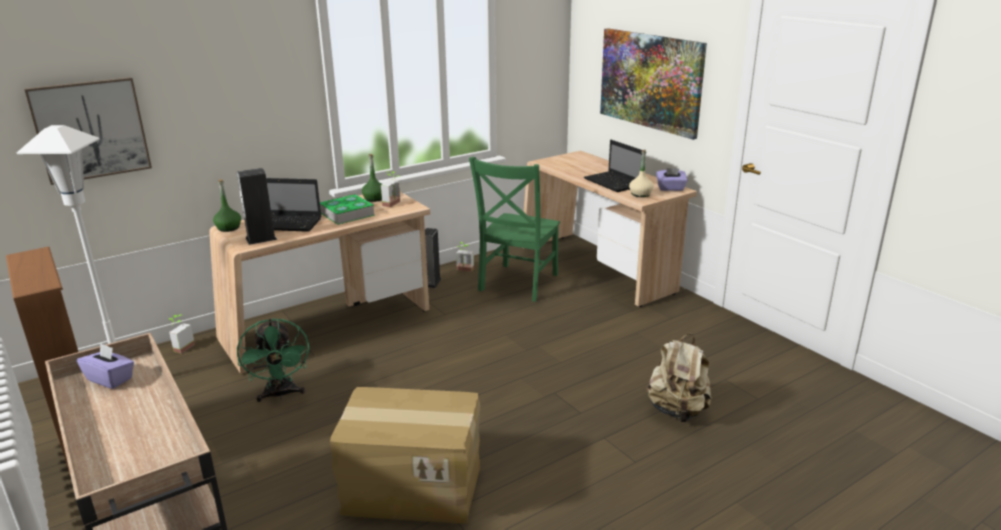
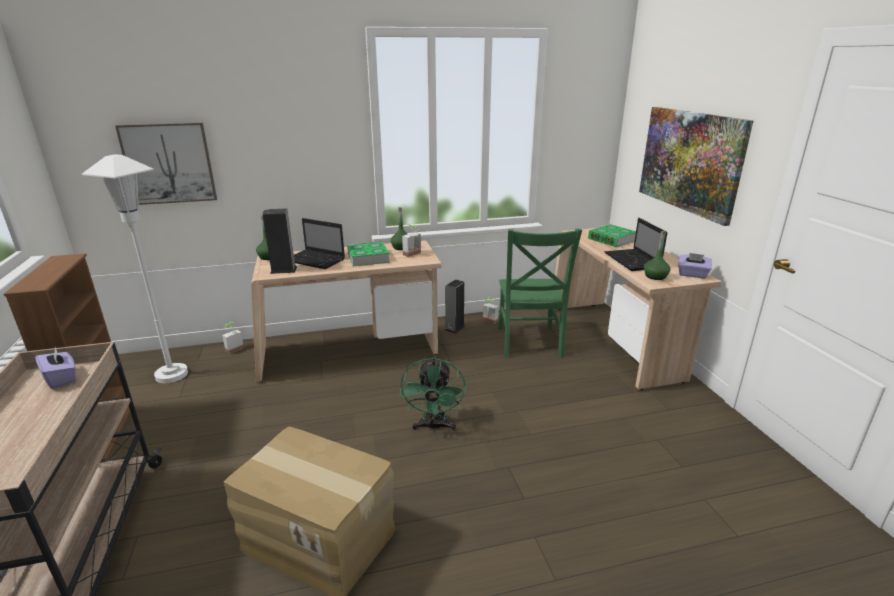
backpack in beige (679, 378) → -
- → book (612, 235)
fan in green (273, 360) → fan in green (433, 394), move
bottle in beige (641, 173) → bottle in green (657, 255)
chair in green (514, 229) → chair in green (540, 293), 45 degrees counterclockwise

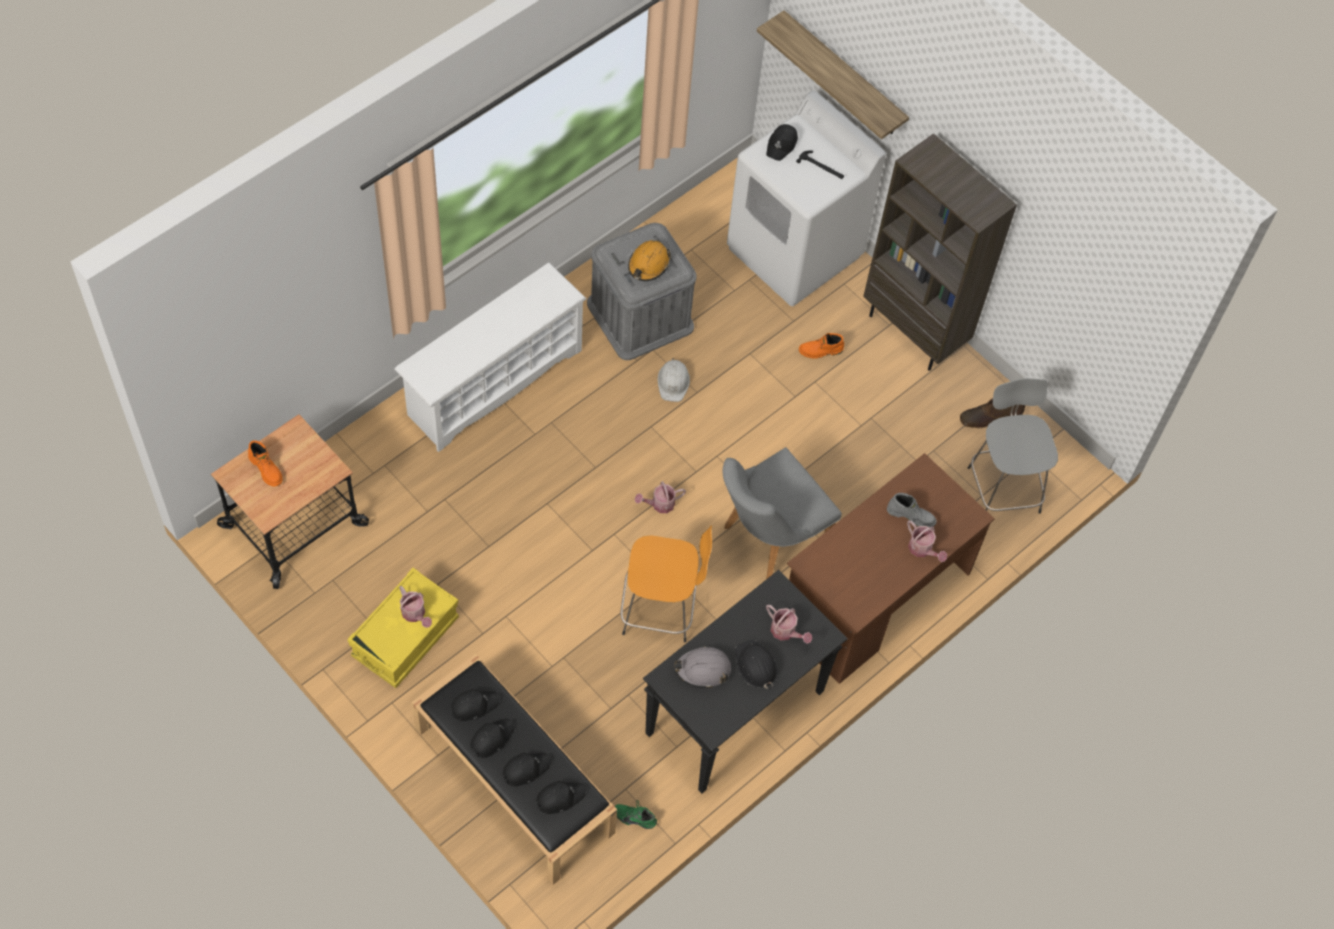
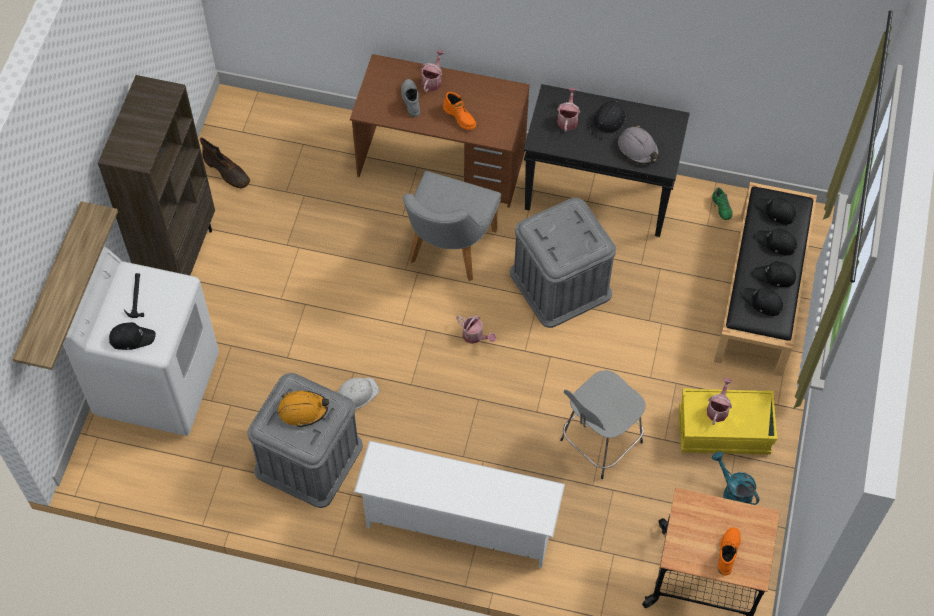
- → watering can in turquoise (735, 478)
boot in orange (821, 346) → boot in orange (459, 111), move
stool in grey (1013, 446) → stool in grey (603, 424), move
stool in orange (666, 584) → storage box in grey (563, 263)
chair in grey (782, 513) → chair in grey (452, 226), 90 degrees clockwise

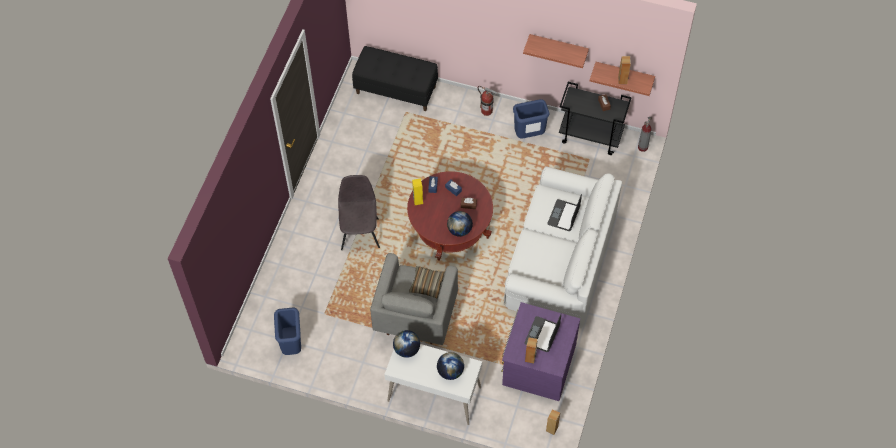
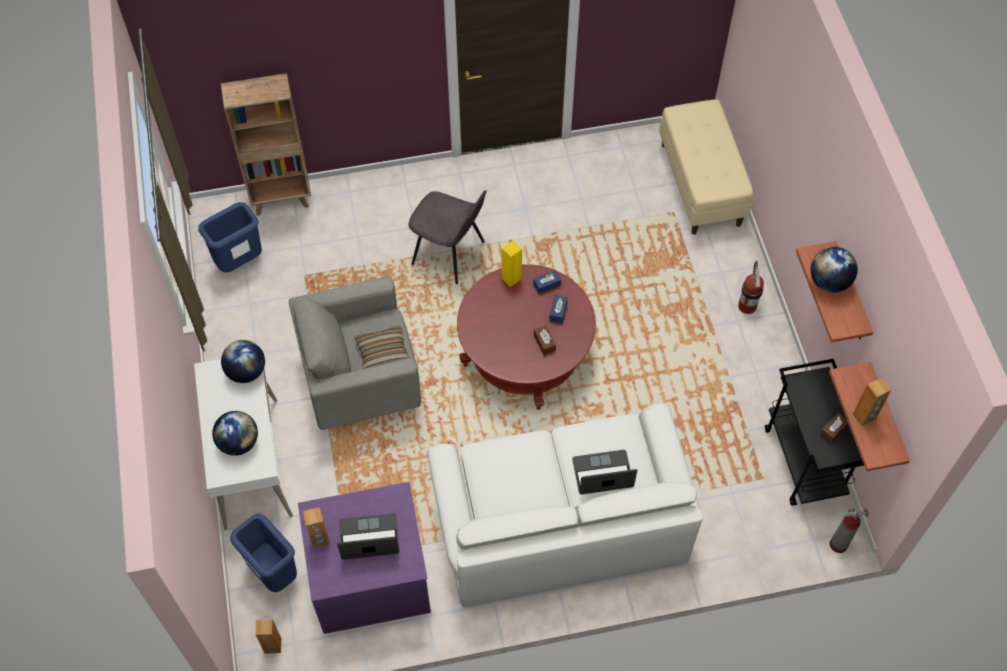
- → bookcase in brown (266, 144)
globe (460, 224) → globe (834, 270), move
trash can in blue (531, 119) → trash can in blue (263, 553), move
bench in black (395, 78) → bench in beige (706, 167)
chair in grey (359, 212) → chair in grey (447, 237), 60 degrees clockwise

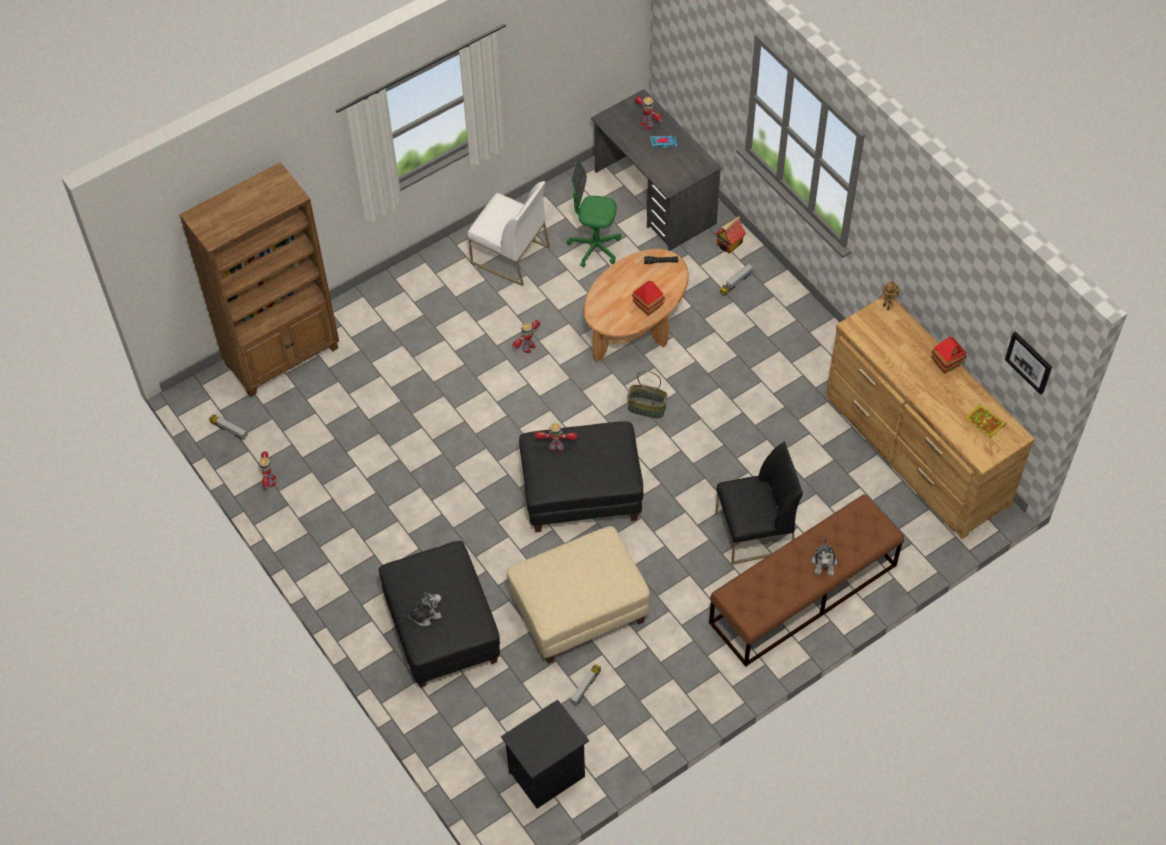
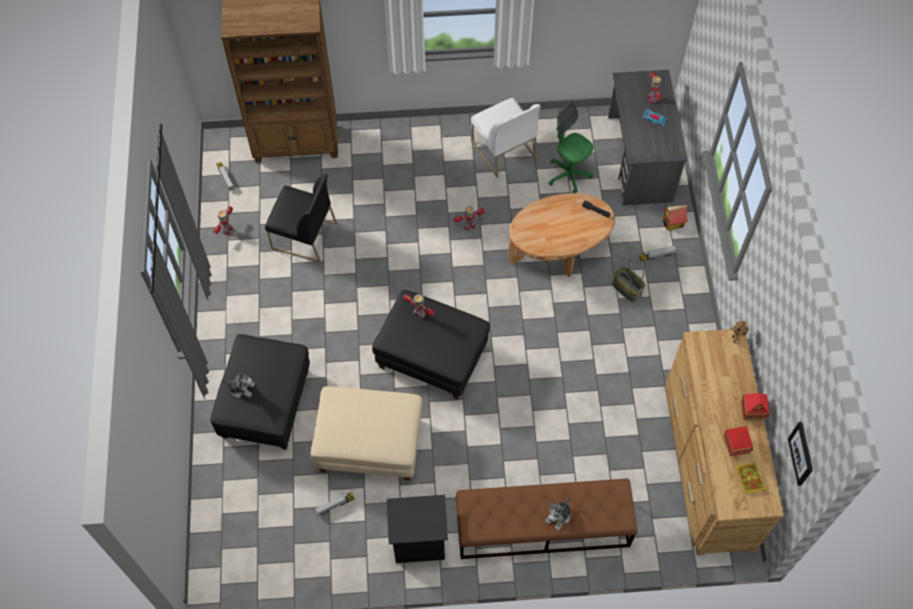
nightstand in black (545, 754) → nightstand in black (417, 529), move
basket (647, 394) → basket (628, 280), move
toy house (648, 298) → toy house (738, 441), move
chair in black (759, 503) → chair in black (301, 218), move

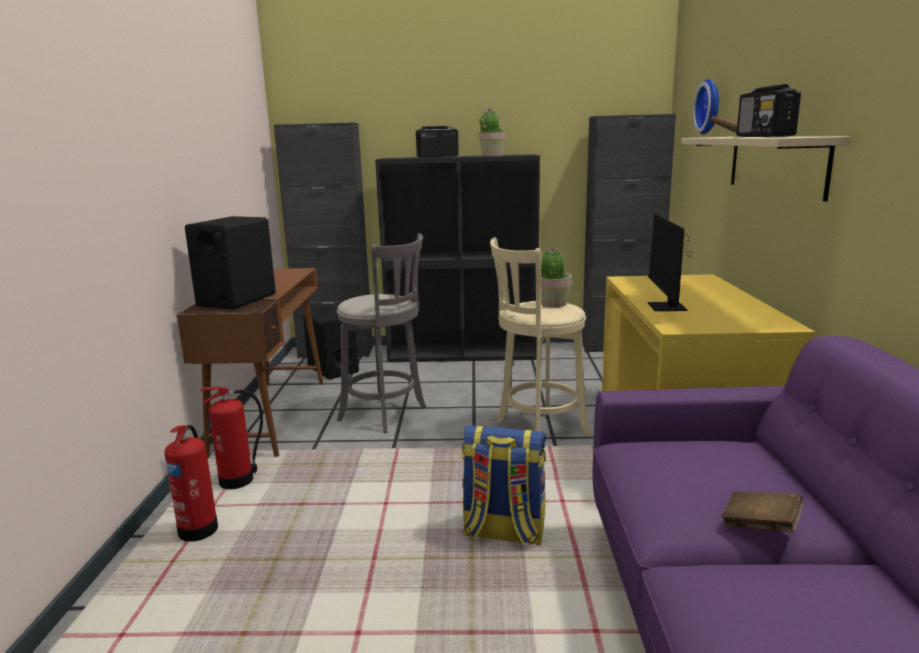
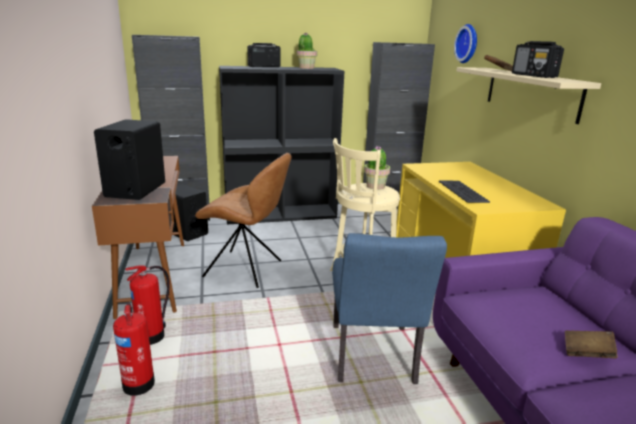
stool in grey (381, 333) → chair in brown (243, 220)
backpack (504, 485) → chair in blue (389, 308)
monitor (669, 262) → keyboard (464, 191)

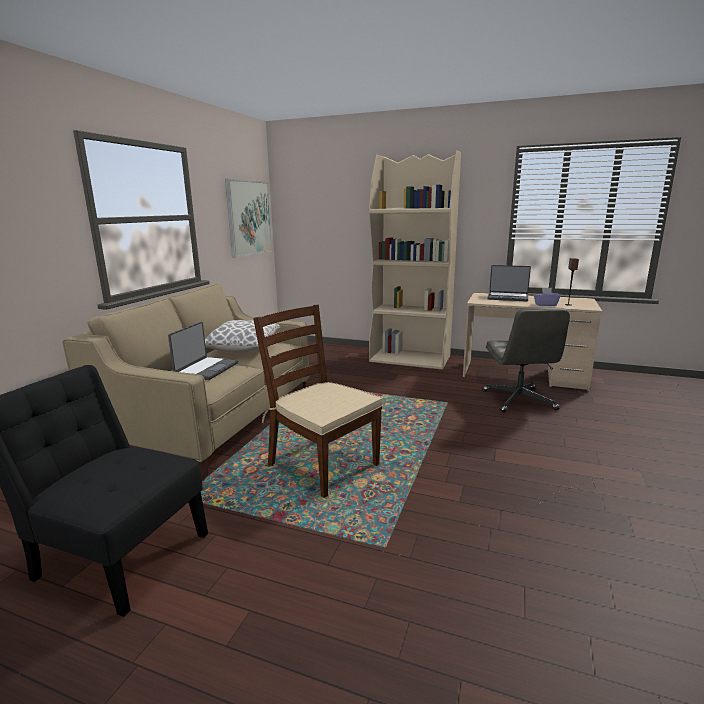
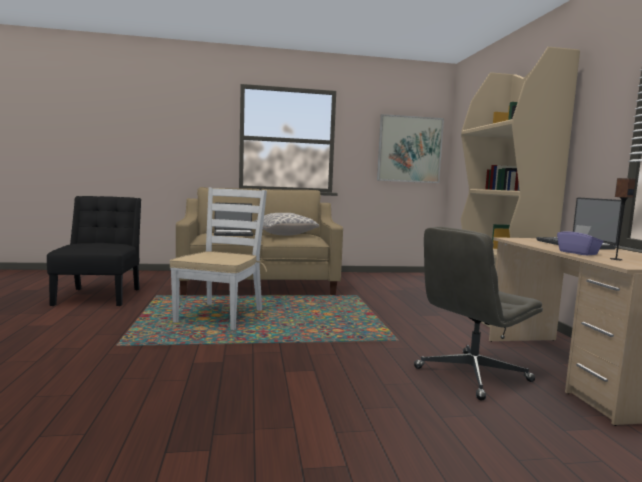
chair in brown (318, 401) → chair in white (218, 259)

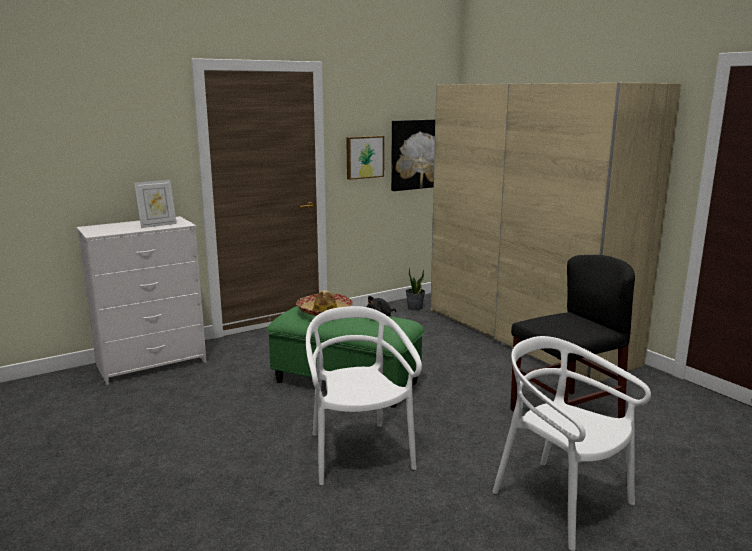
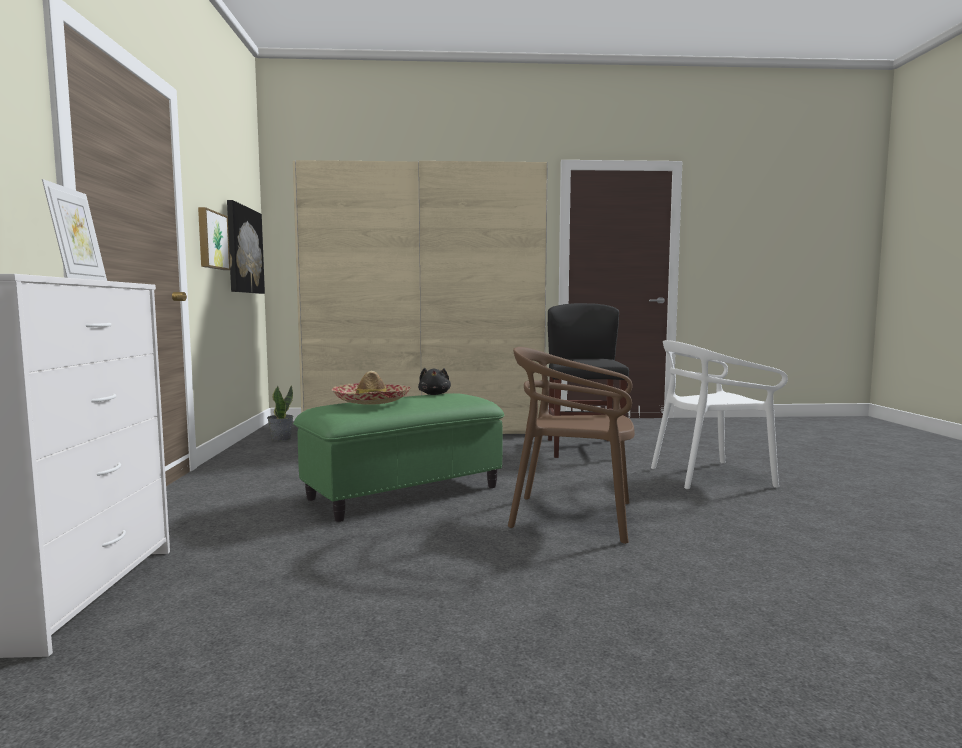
chair in white (364, 395) → chair in brown (571, 445)

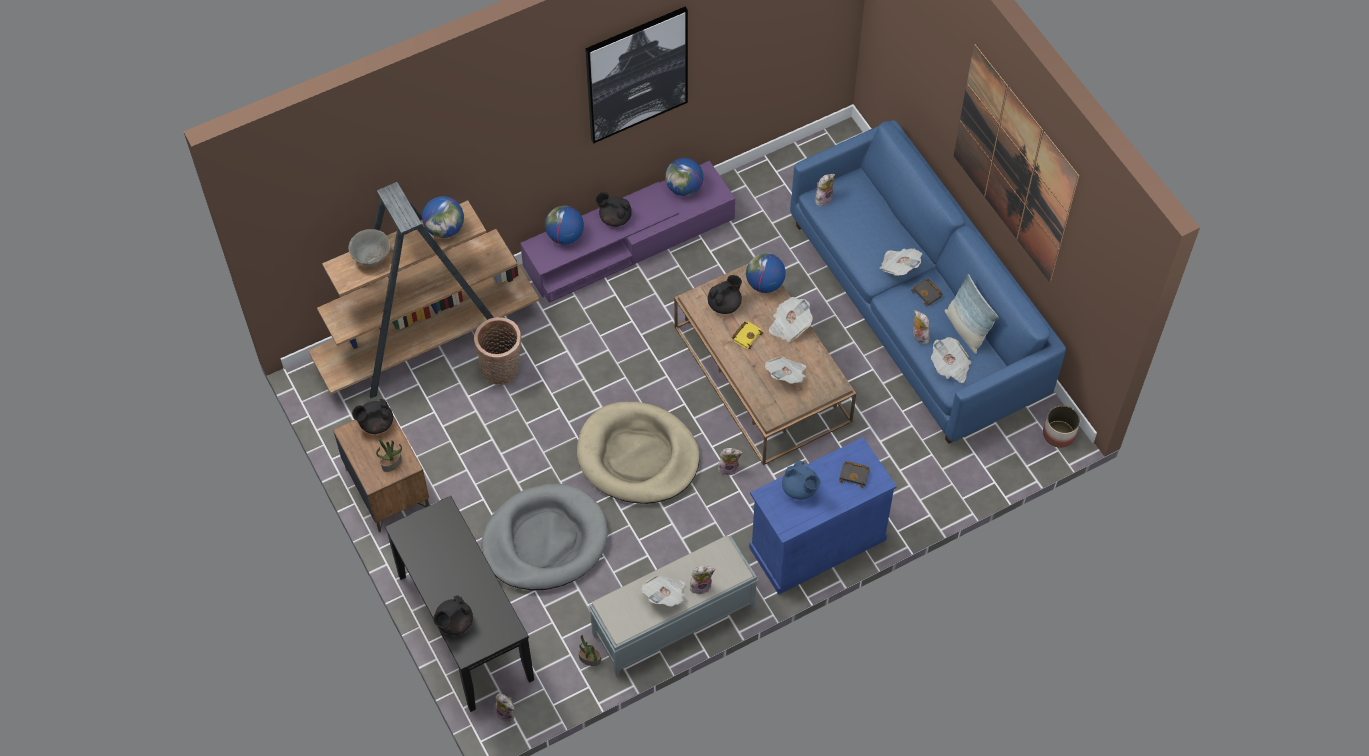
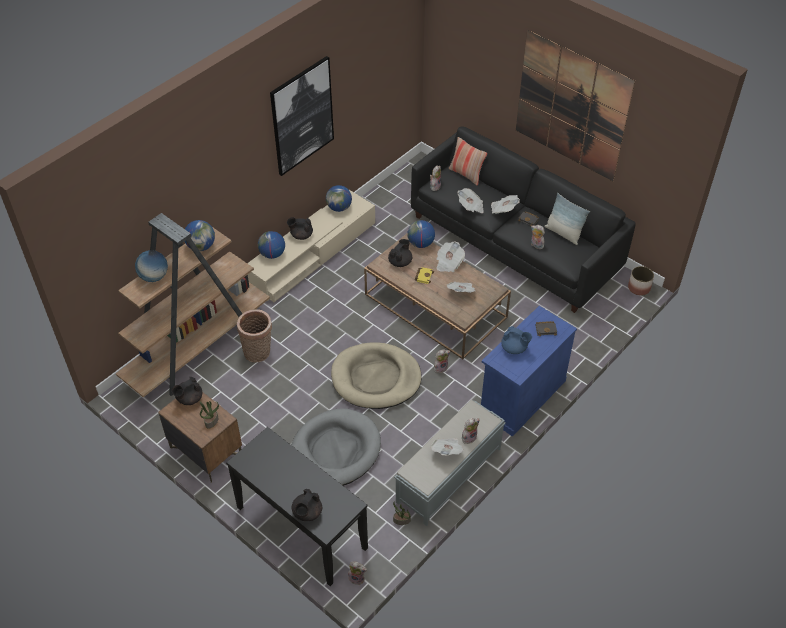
- → pillow (468, 161)
newspaper (951, 360) → newspaper (470, 200), move
bowl in grey (369, 247) → globe (151, 266)
tv stand in purple (627, 232) → tv stand in beige (311, 245)
sofa in blue (928, 282) → sofa in black (523, 219)

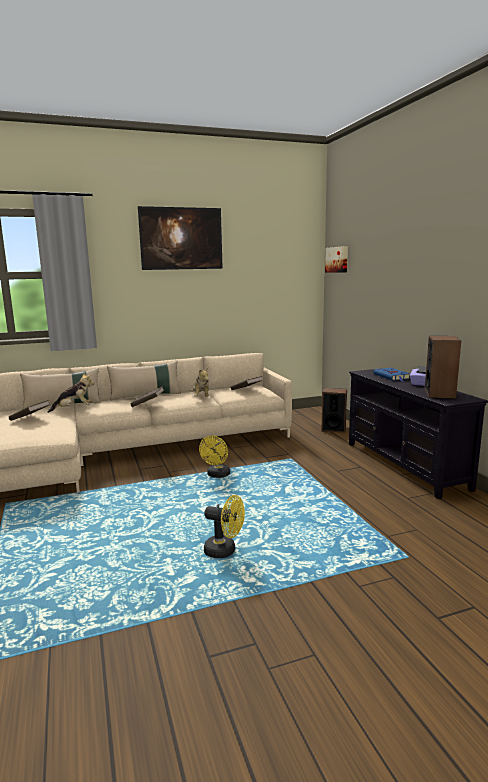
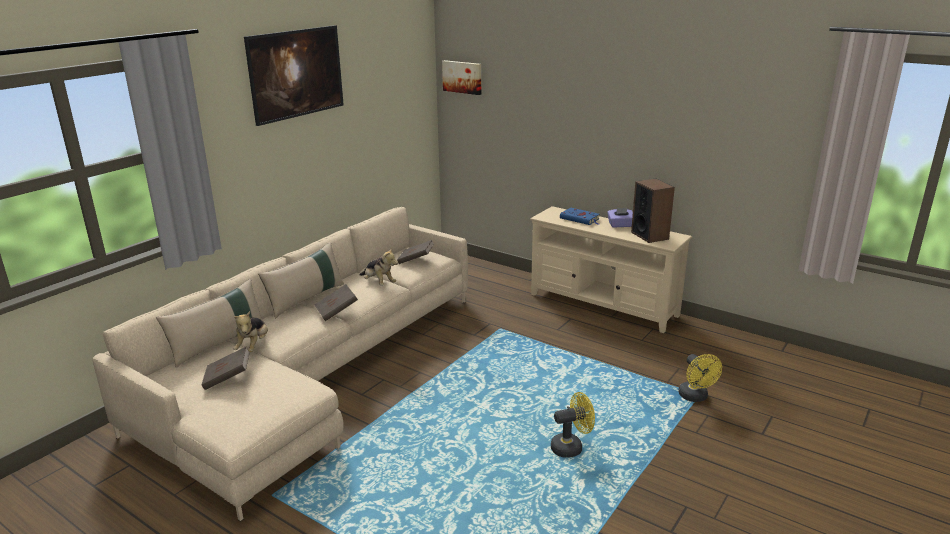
speaker (334, 410) → -
fan in yellow (214, 456) → fan in yellow (700, 378), move
tv stand in black (418, 434) → tv stand in beige (611, 269)
plush toy (70, 393) → plush toy (250, 331), 150 degrees clockwise

